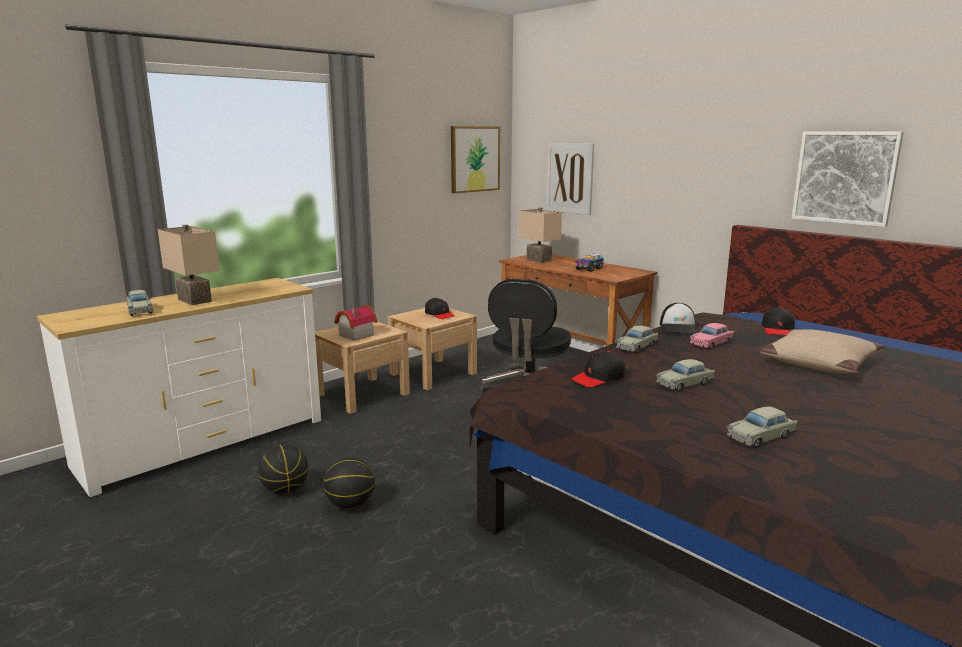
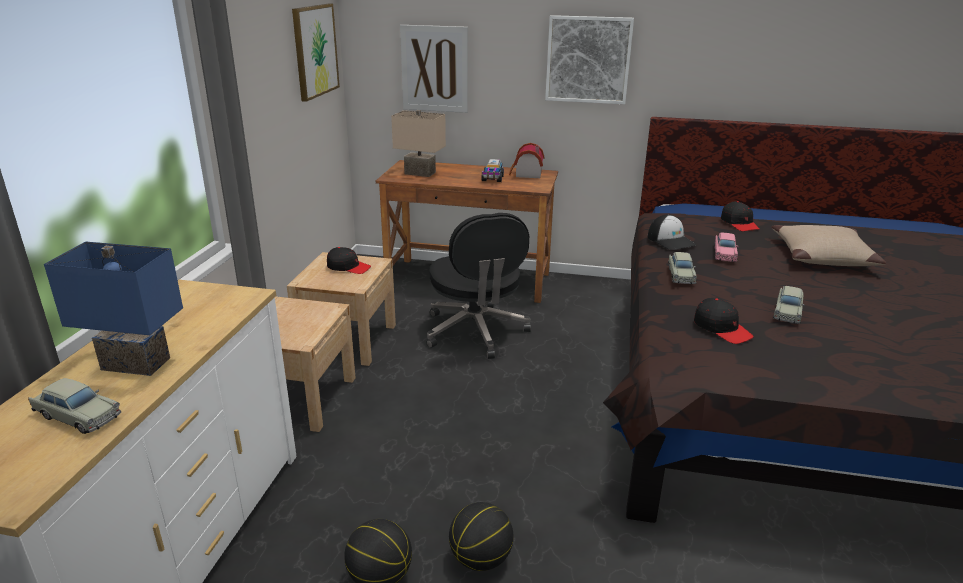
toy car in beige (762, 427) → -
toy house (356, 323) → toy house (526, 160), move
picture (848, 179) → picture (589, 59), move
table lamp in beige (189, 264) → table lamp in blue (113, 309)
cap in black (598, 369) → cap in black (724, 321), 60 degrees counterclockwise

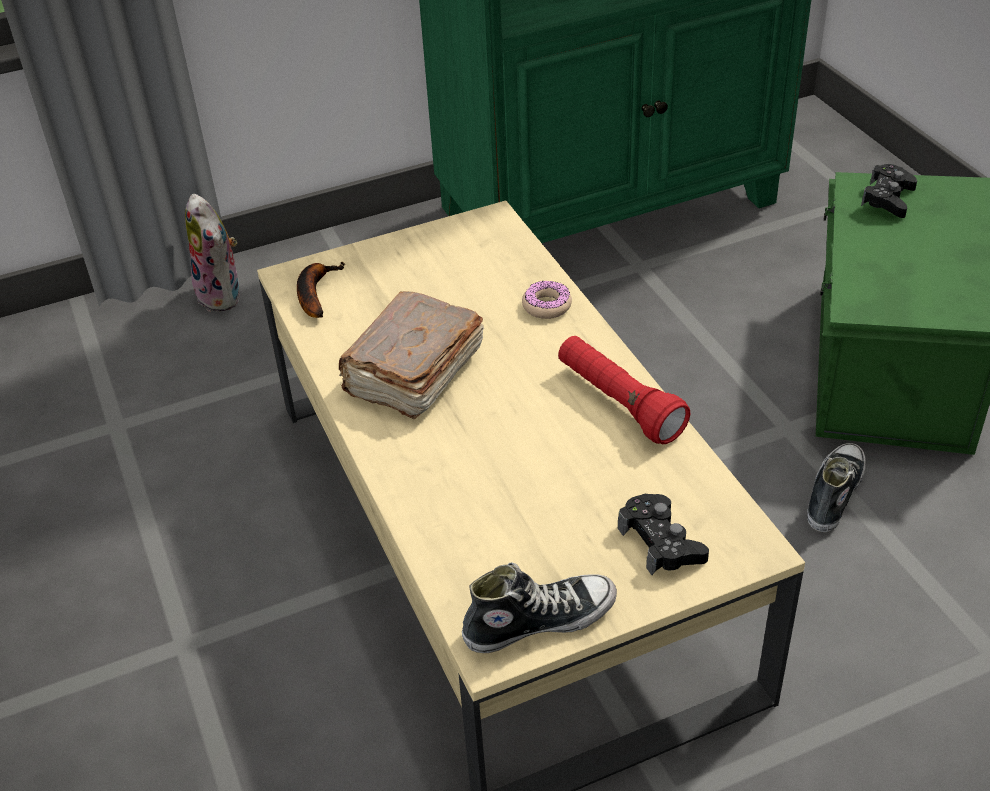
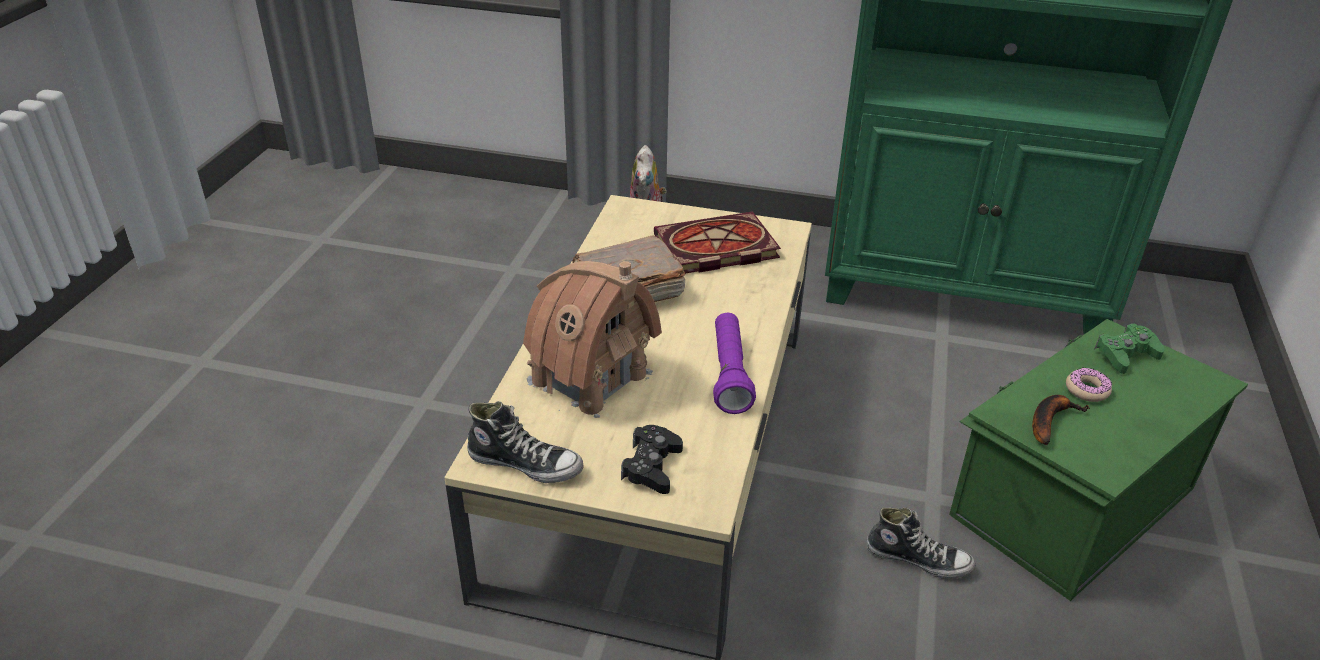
- → toy house (592, 339)
- → book (717, 242)
banana (321, 290) → banana (1061, 420), move
donut (547, 299) → donut (1089, 385), move
flashlight in red (624, 390) → flashlight in purple (734, 363)
game controller in black (889, 191) → game controller in green (1129, 348)
shoe (836, 487) → shoe (921, 543), 45 degrees clockwise

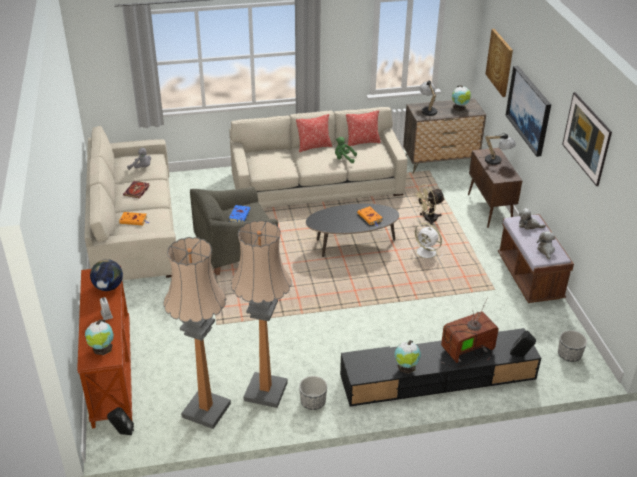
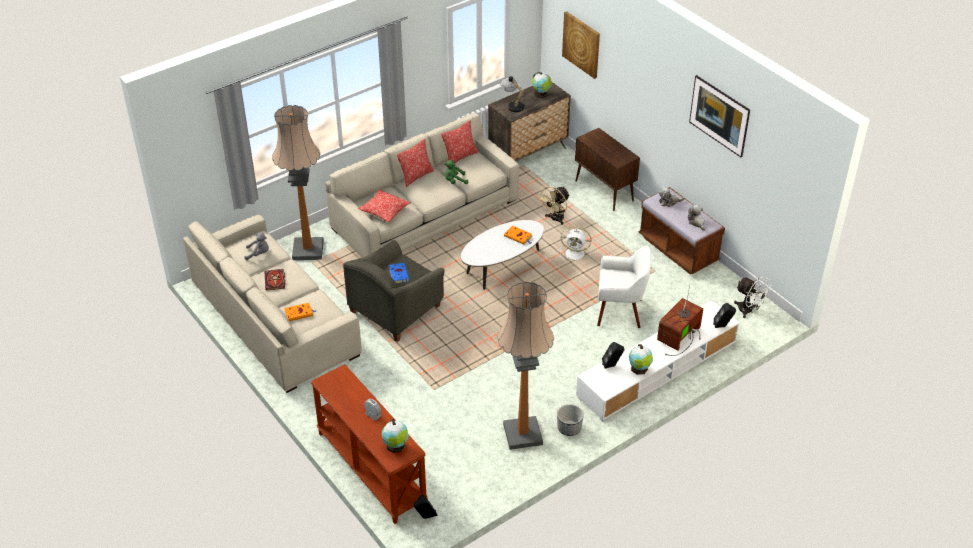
globe (106, 275) → -
table lamp (498, 149) → -
picture (528, 111) → -
- → pillow (384, 205)
- → armchair in white (624, 287)
- → speaker in black (613, 355)
floor lamp (197, 333) → floor lamp (298, 182), move
planter (572, 346) → fan in white (753, 297)
coffee table in black (352, 230) → coffee table in white (502, 255)
tv stand in black (440, 367) → tv stand in white (658, 360)

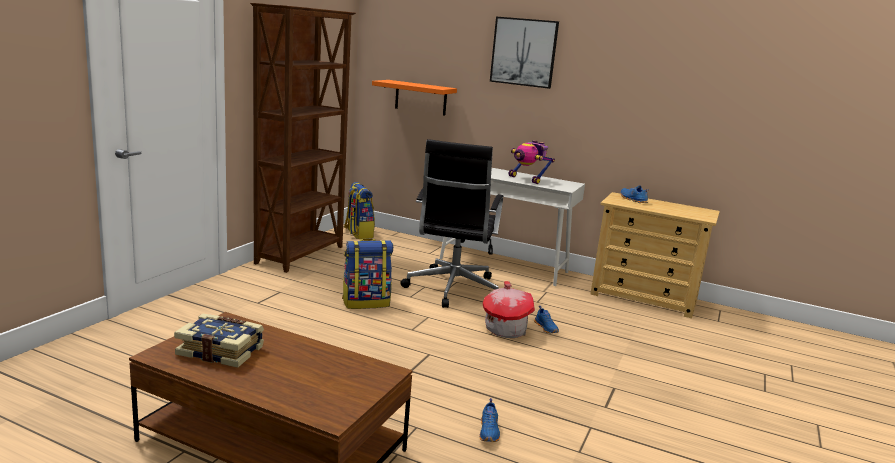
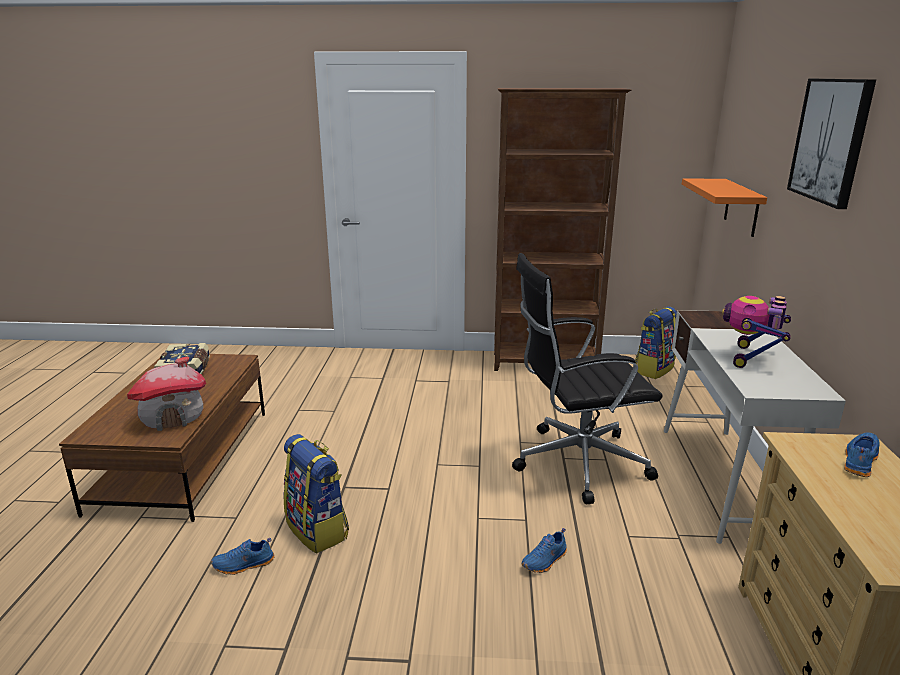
backpack (367, 273) → backpack (316, 494), move
toy house (509, 309) → toy house (166, 394), move

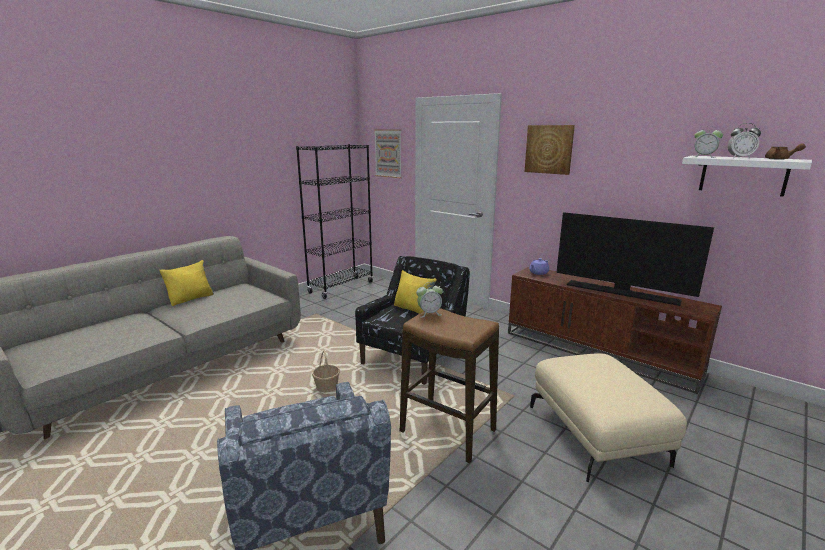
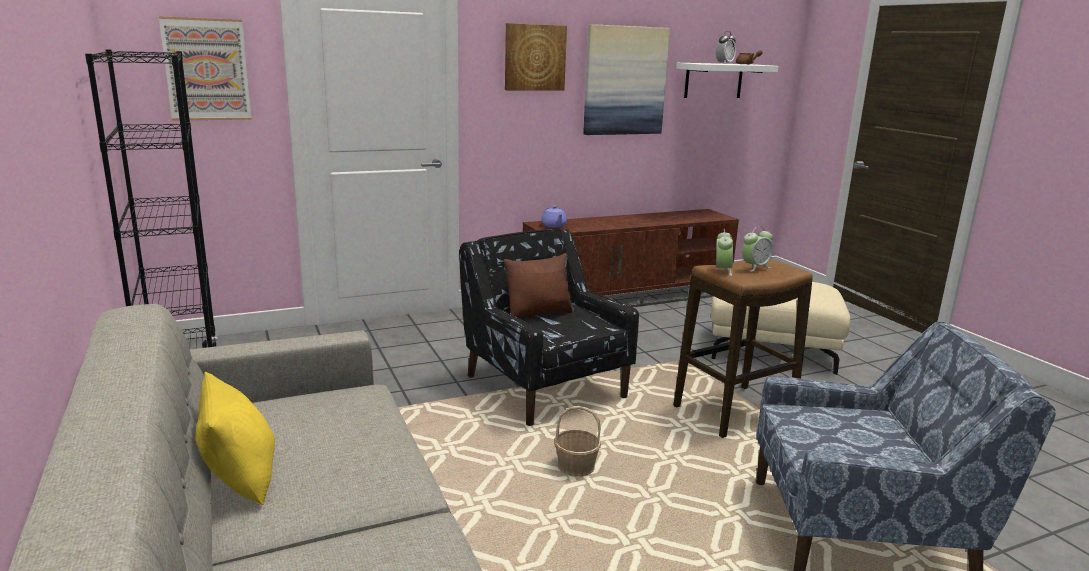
television (635, 259) → -
- → picture (626, 79)
alarm clock (708, 142) → alarm clock (757, 249), move
pillow in yellow (415, 292) → pillow in brown (539, 285)

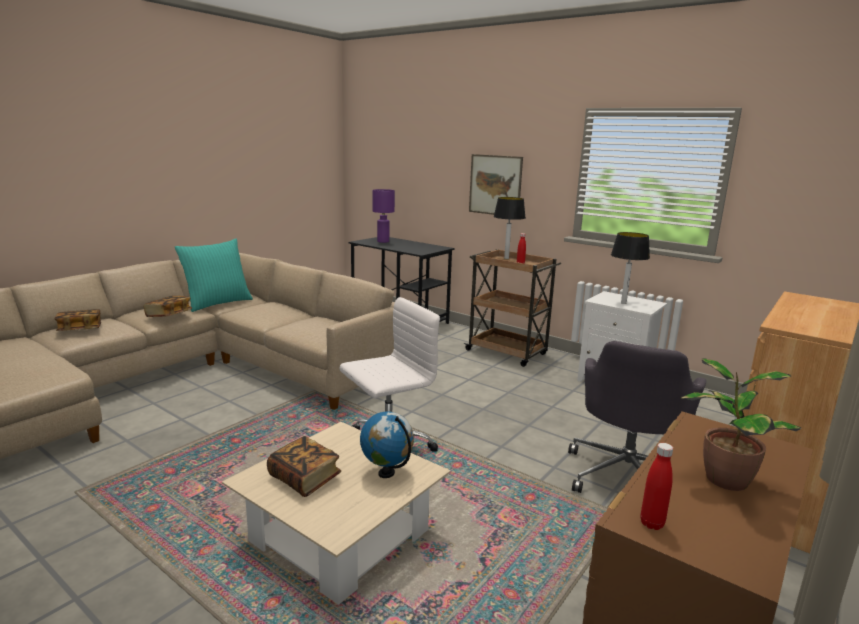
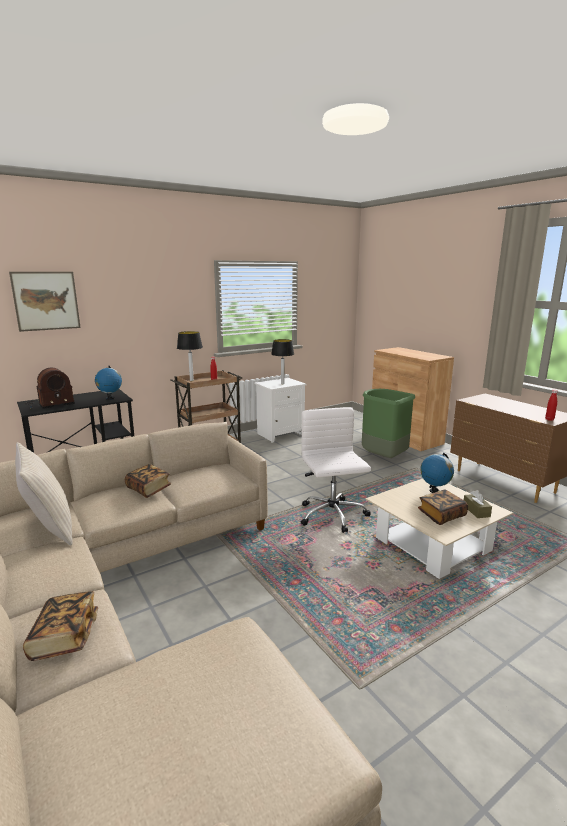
potted plant (741, 424) → -
- → globe (108, 383)
- → tissue box in brown (478, 504)
book (168, 306) → book (148, 481), move
picture (496, 184) → picture (45, 302), move
table lamp in purple (383, 216) → radio (49, 388)
office chair in grey (637, 417) → trash can in green (388, 423)
pillow in turquoise (214, 275) → pillow in beige (44, 493)

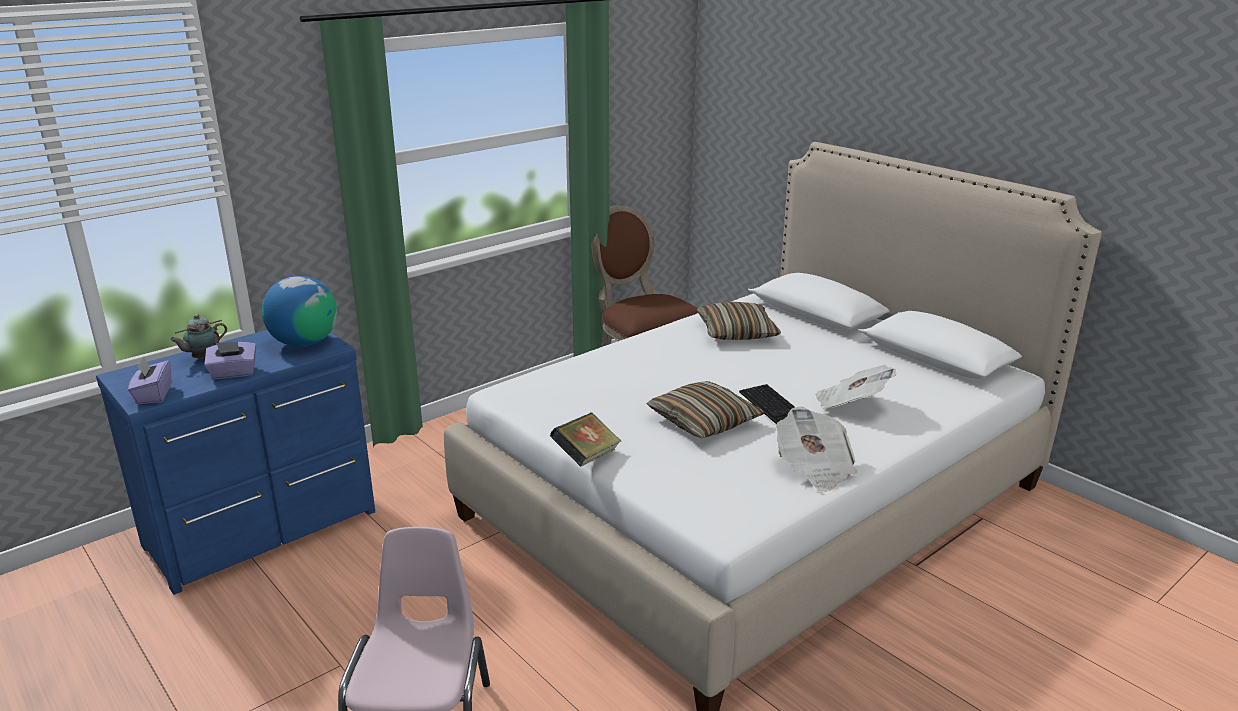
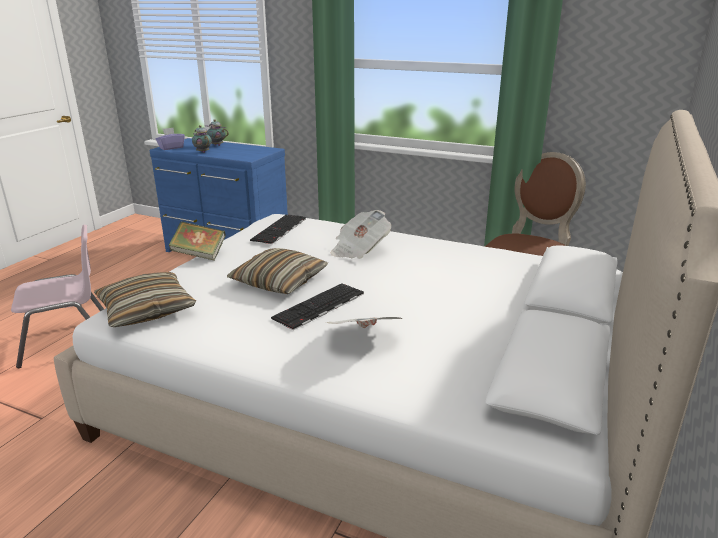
globe (299, 311) → -
- → keyboard (278, 229)
pillow (739, 321) → pillow (145, 299), move
newspaper (816, 449) → newspaper (361, 234), move
tissue box in purple (230, 360) → teapot (202, 139)

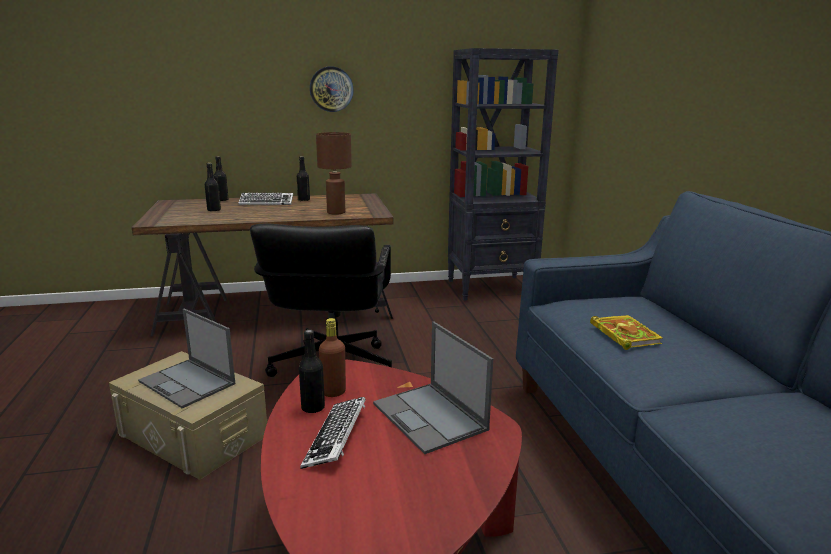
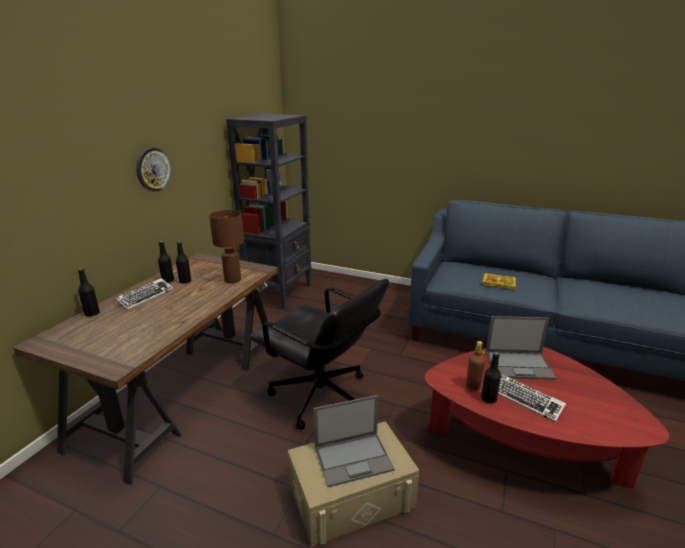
bottle in black (213, 187) → bottle in black (183, 262), move

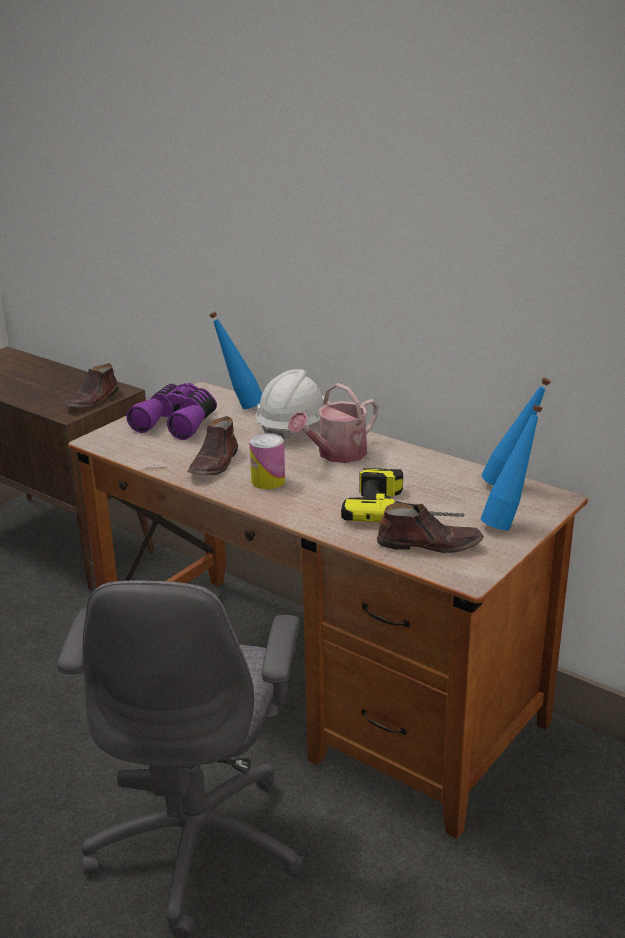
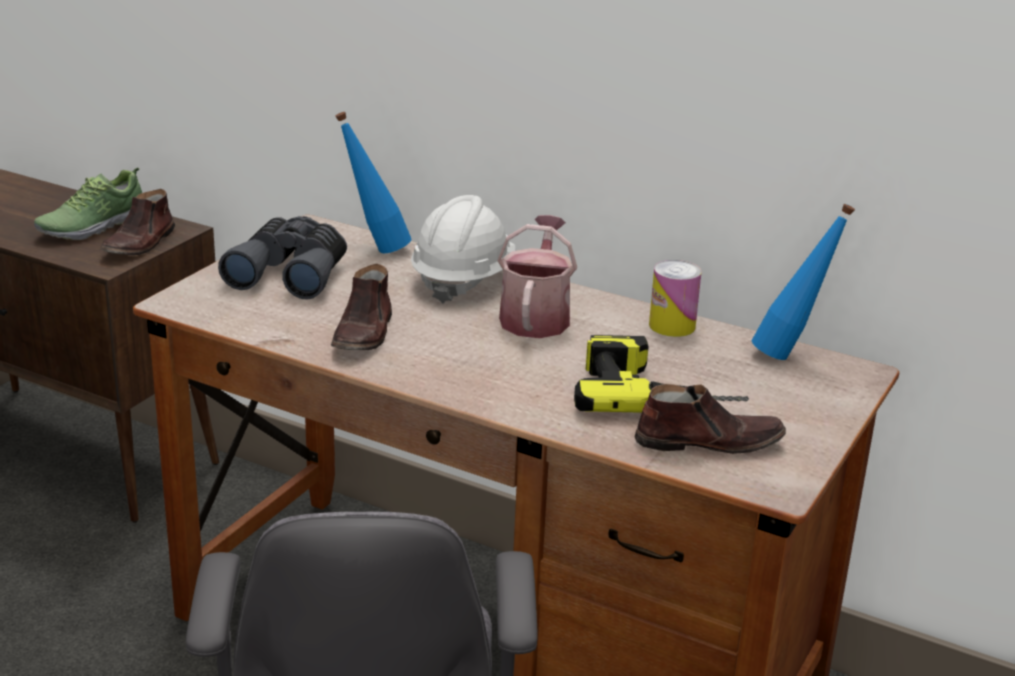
bottle in blue (512, 467) → -
- → shoe (88, 204)
can (267, 461) → can (675, 298), move
binoculars in purple (171, 411) → binoculars in grey (282, 258)
watering can (333, 423) → watering can (537, 276), 150 degrees clockwise

